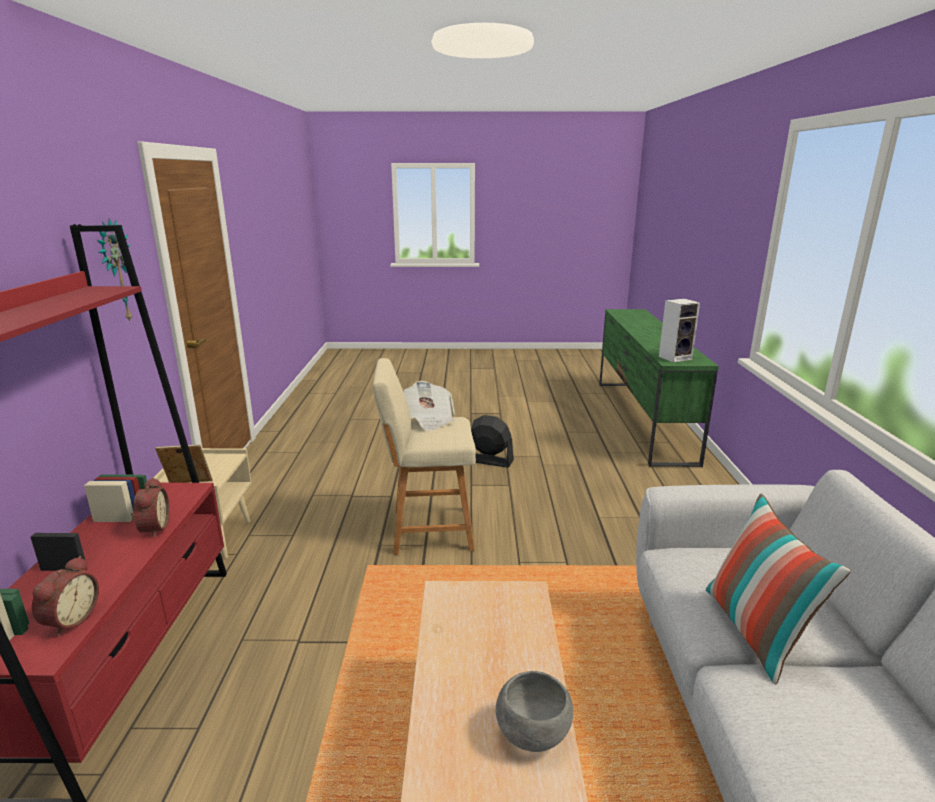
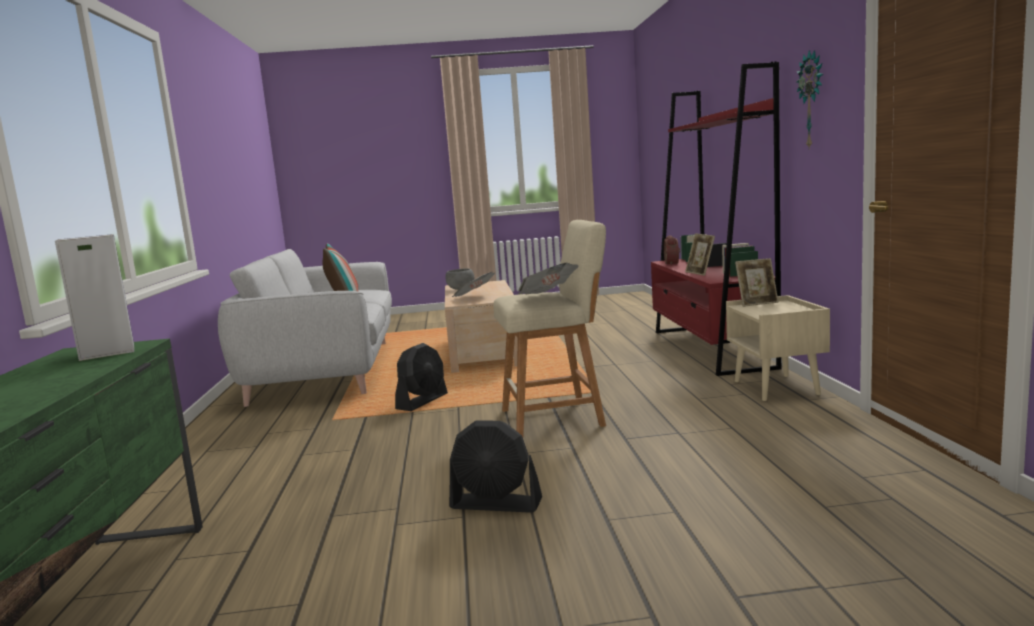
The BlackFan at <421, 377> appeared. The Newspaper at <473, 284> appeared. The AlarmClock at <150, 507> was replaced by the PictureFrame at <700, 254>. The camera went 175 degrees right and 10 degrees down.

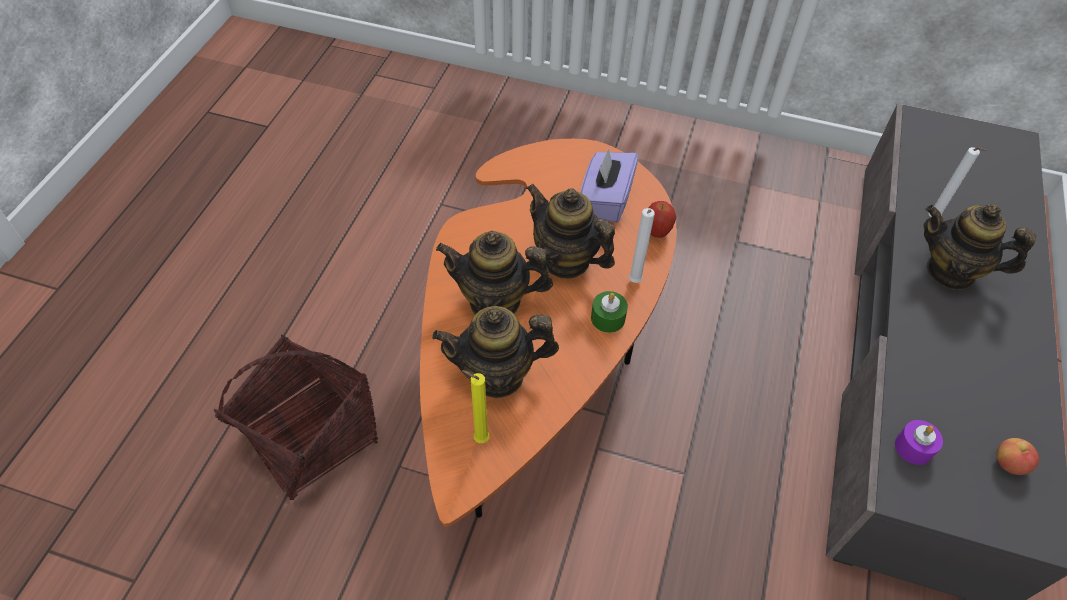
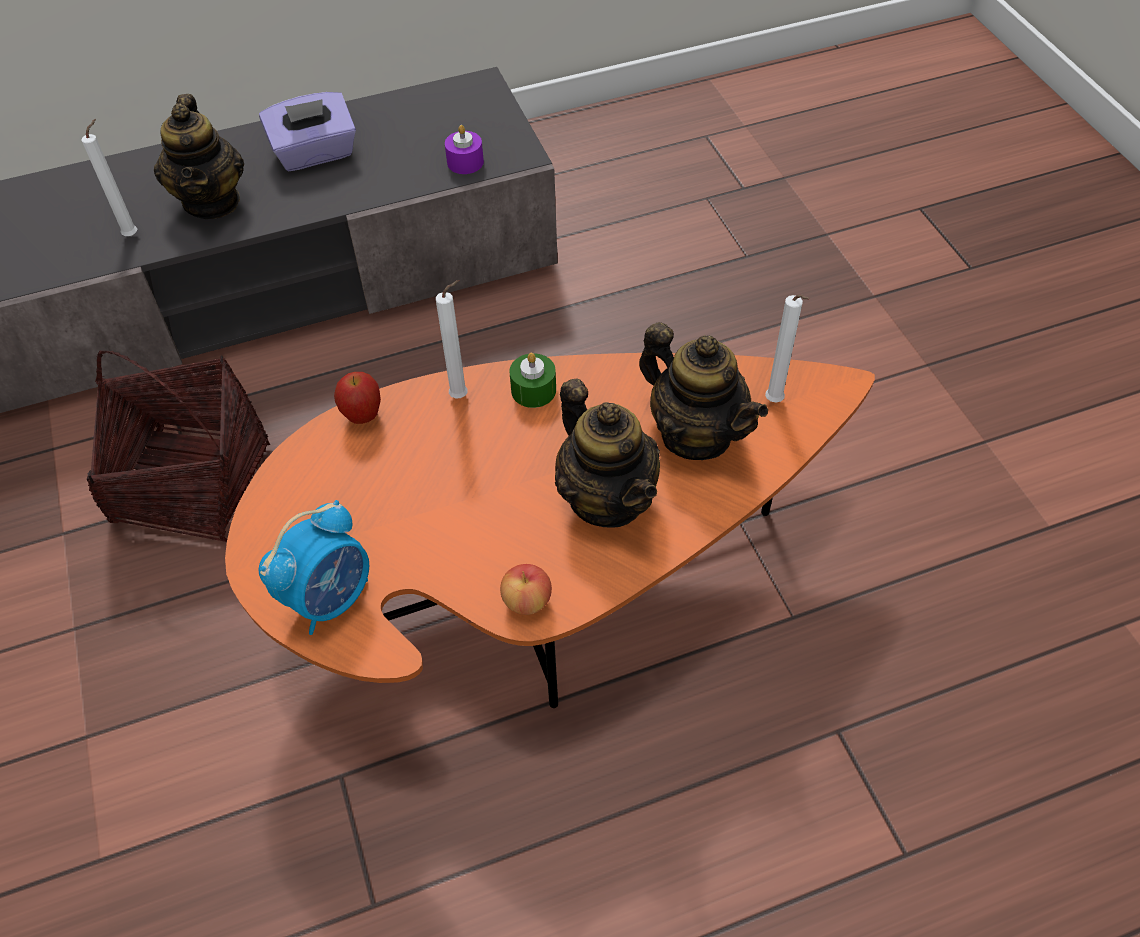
The Basket moved from <296, 417> to <178, 446>. The PurpleTissueBox moved from <609, 185> to <307, 131>. The AlarmClock at <314, 567> appeared. The Apple moved from <1017, 456> to <526, 589>. The YellowCandle at <475, 406> became the WhiteCandle at <787, 348>. The Teapot at <570, 231> disappeared. The camera went 125 degrees left and 0 degrees up.

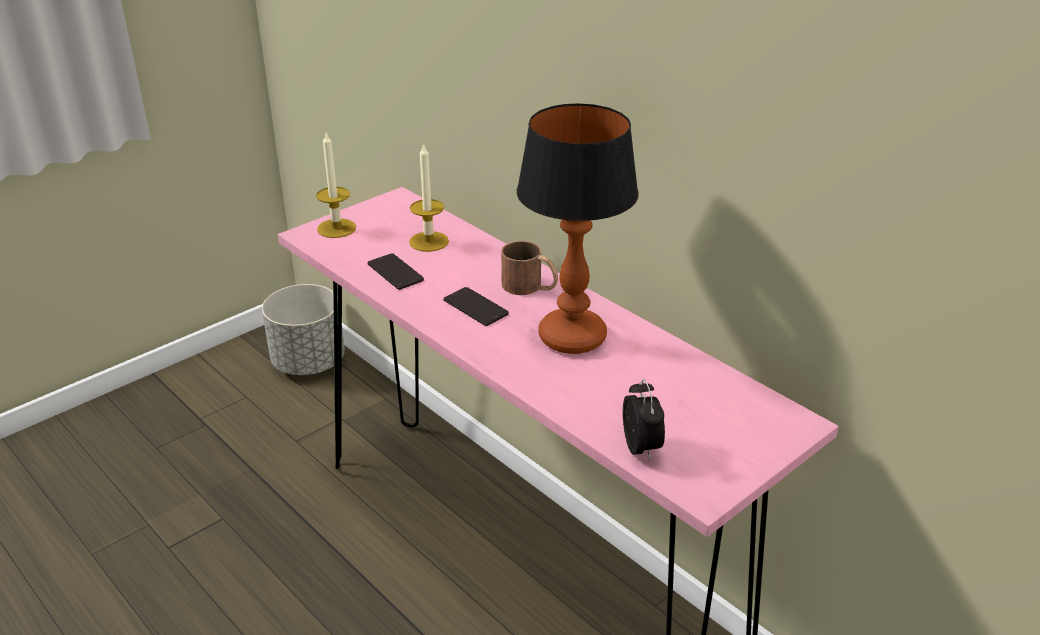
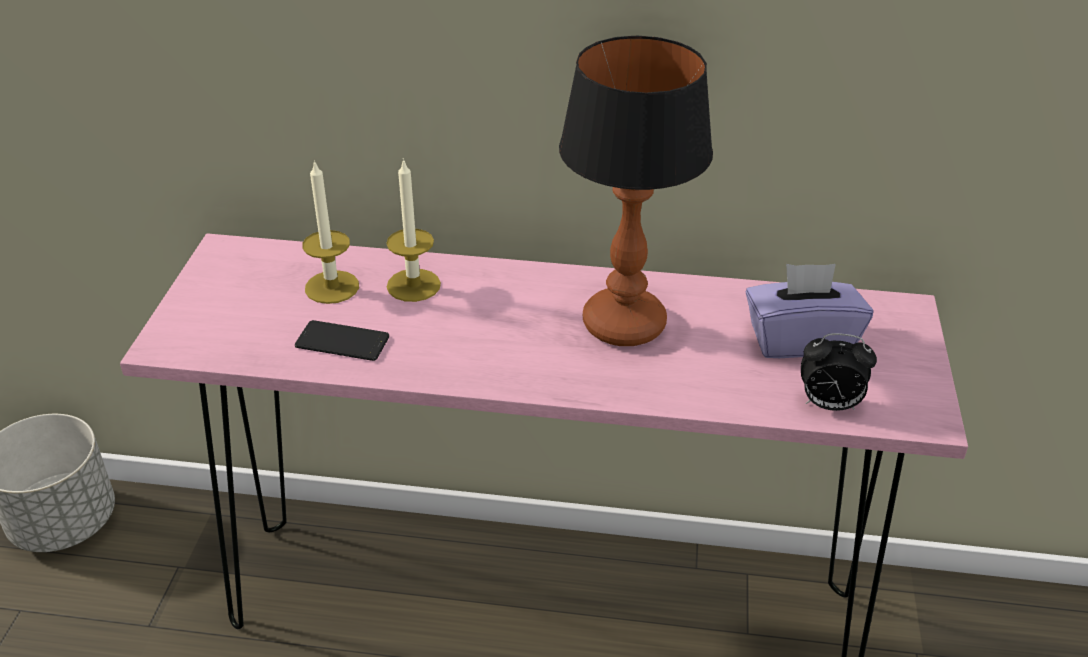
The Candle moved from <336, 185> to <413, 230>. The PurpleTissueBox at <809, 311> appeared. The AlarmClock at <644, 420> turned 150 degrees clockwise. The Phone at <476, 306> disappeared. The BrownMug at <529, 268> disappeared. The camera went 40 degrees left and 5 degrees up.

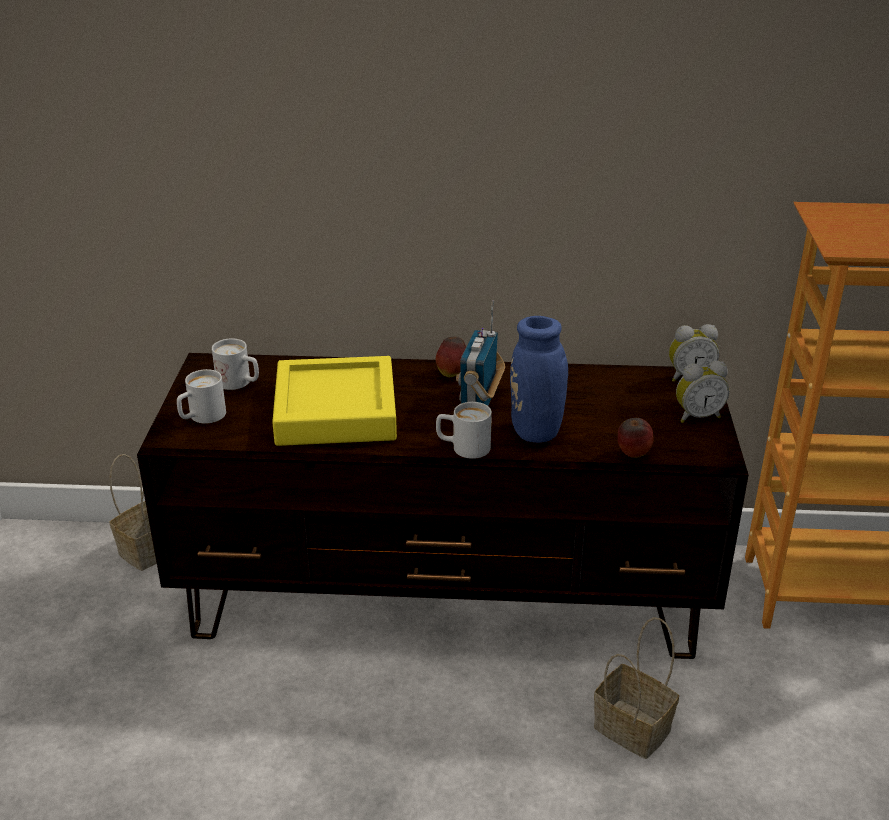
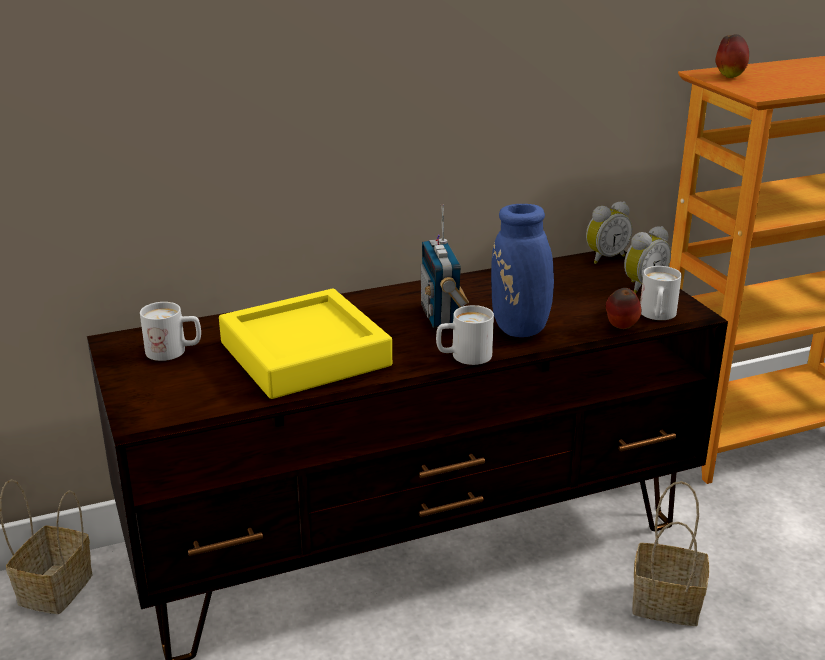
The WhiteMug moved from <201, 396> to <661, 293>. The Apple moved from <451, 357> to <732, 56>. The camera went 25 degrees left and 5 degrees down.

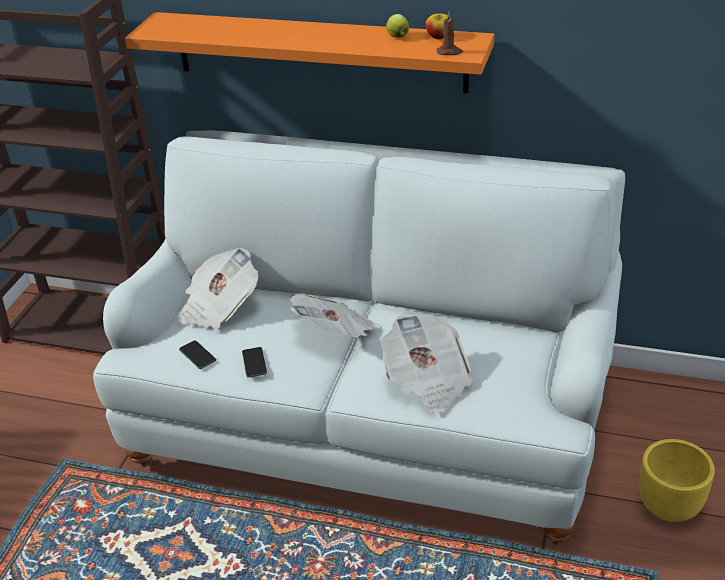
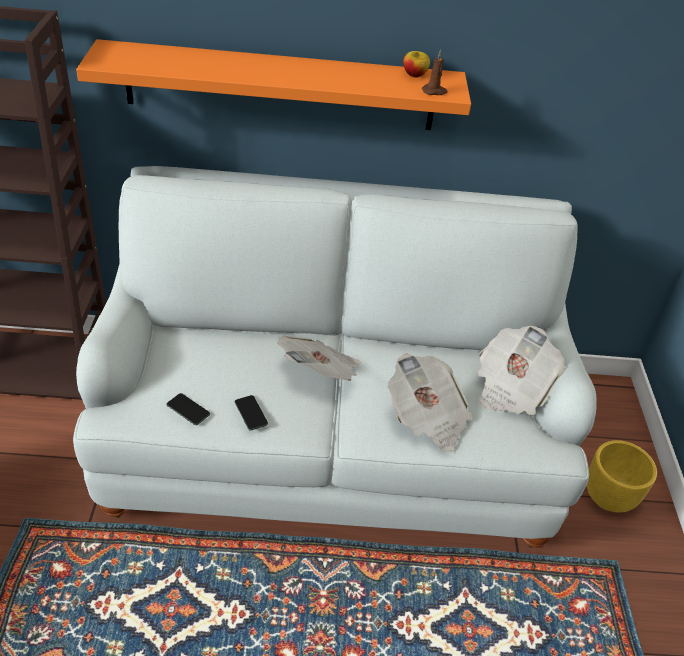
The Newspaper moved from <218, 288> to <521, 370>. The Apple at <397, 26> disappeared. The camera went 20 degrees left and 5 degrees up.

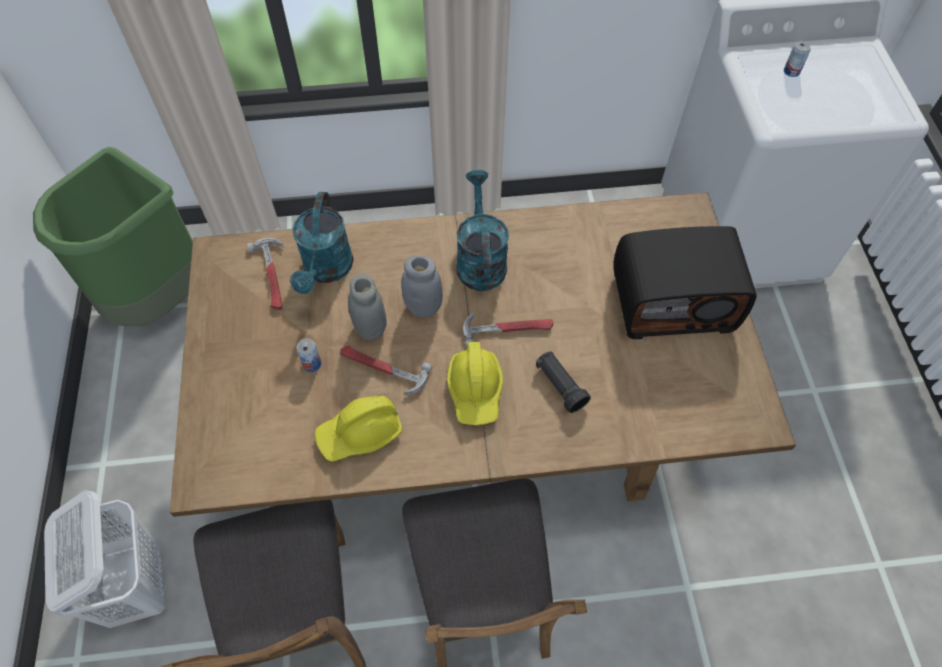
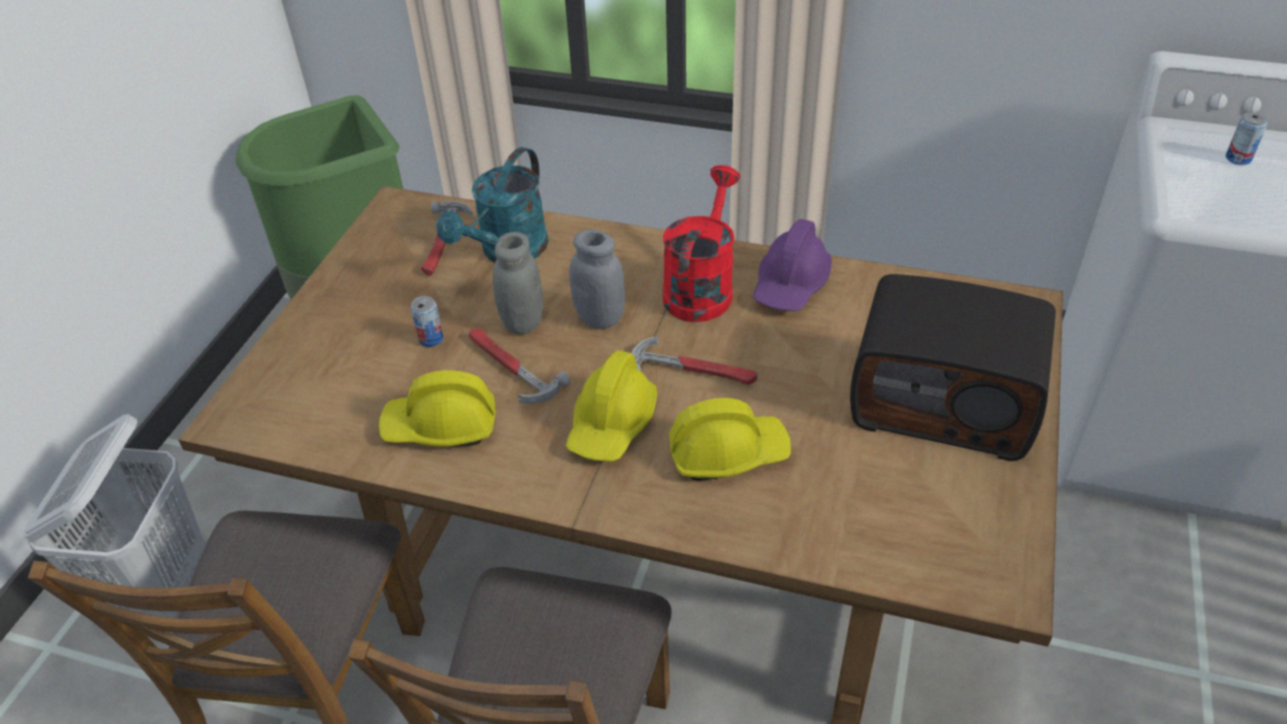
The TurquoiseWateringCan at <483, 230> became the RedWateringCan at <701, 243>. The BlackFlashlight at <563, 382> was replaced by the YellowHardHat at <730, 439>. The PurpleHardHat at <792, 265> appeared. The camera went 25 degrees right and 15 degrees down.

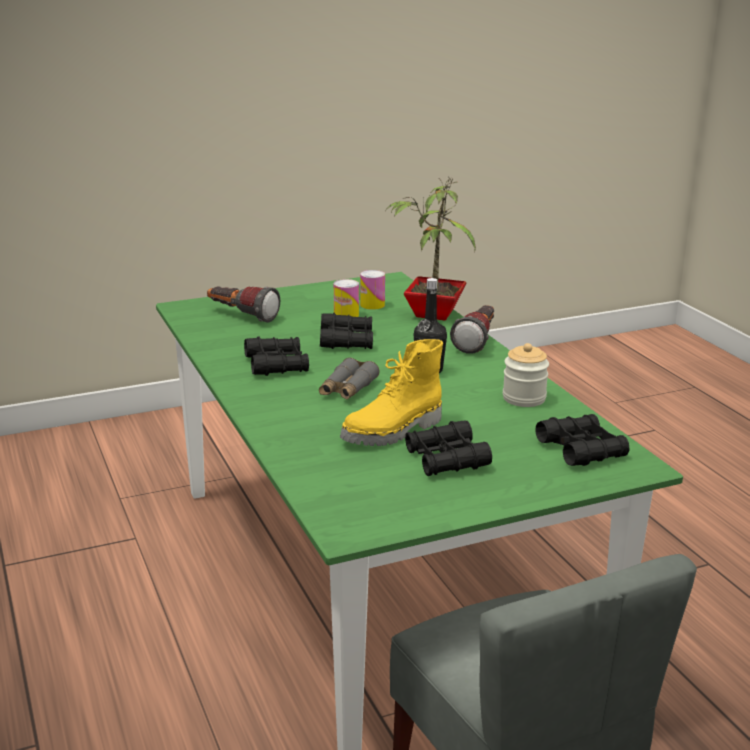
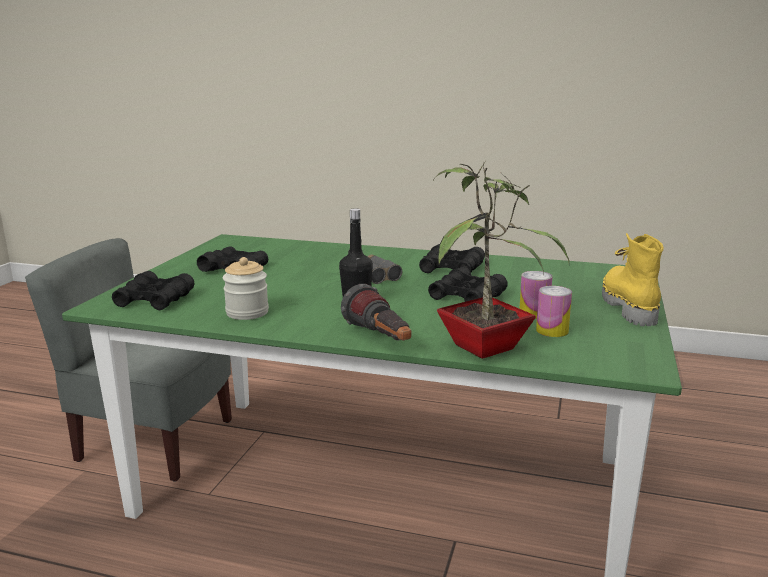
The YellowBoot moved from <391, 392> to <633, 279>. The Flashlight at <243, 304> disappeared. The camera went 130 degrees right and 5 degrees down.

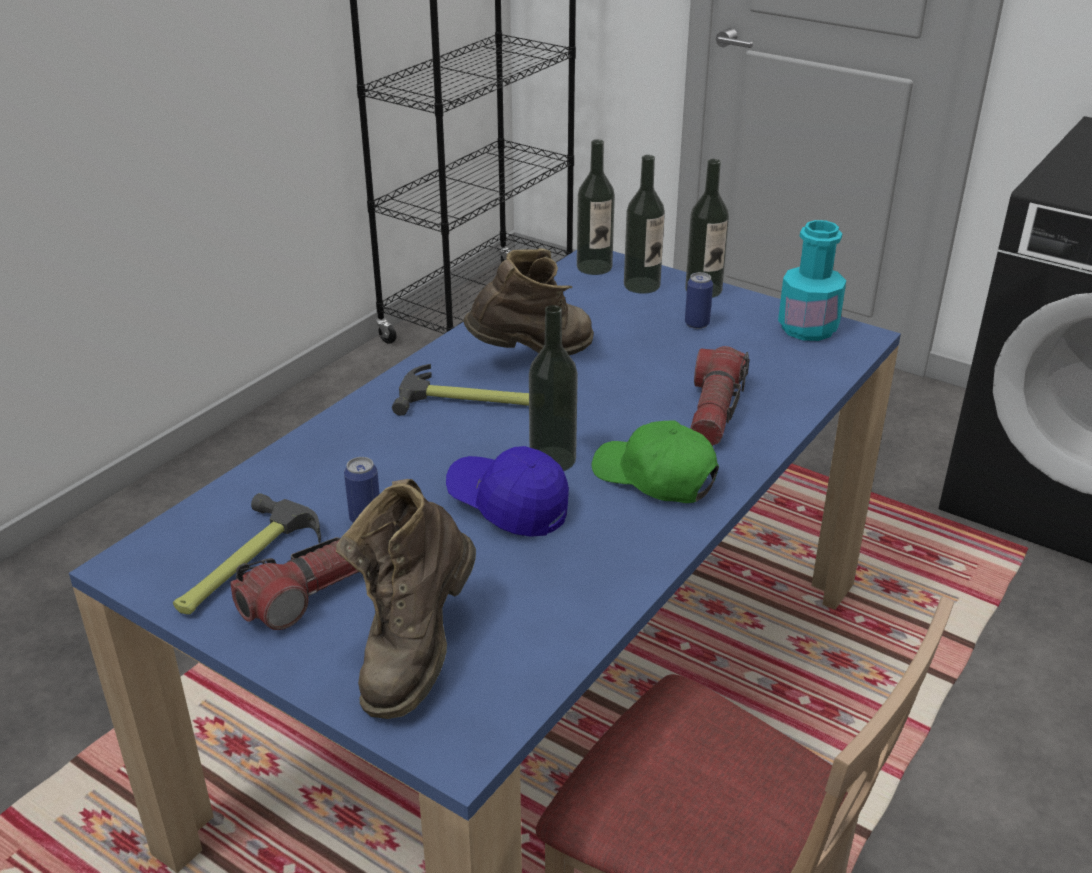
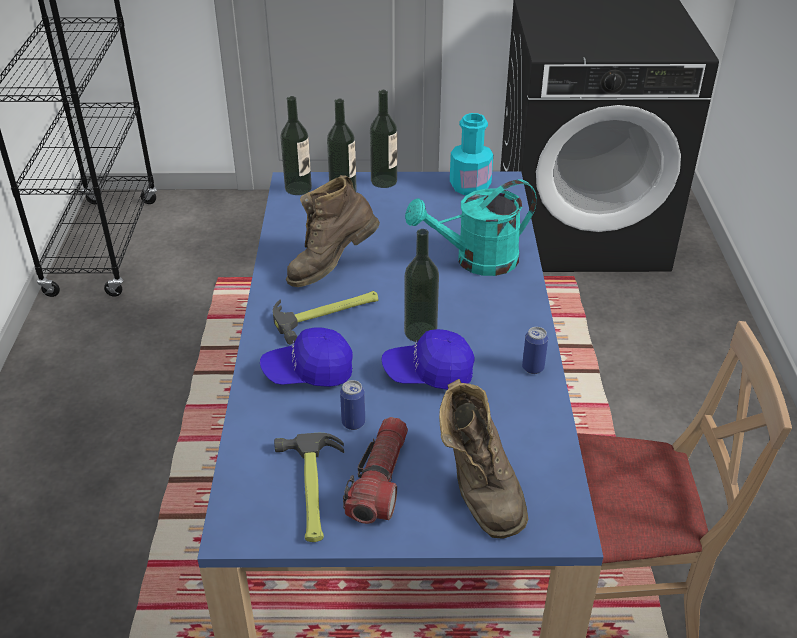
The BlueCap at <306, 357> appeared. The BrownBoot at <528, 301> turned 150 degrees counterclockwise. The Flashlight at <720, 396> was replaced by the TurquoiseWateringCan at <471, 228>. The Can moved from <699, 300> to <535, 350>. The GreenCap at <655, 462> disappeared. The camera went 35 degrees left and 5 degrees up.

